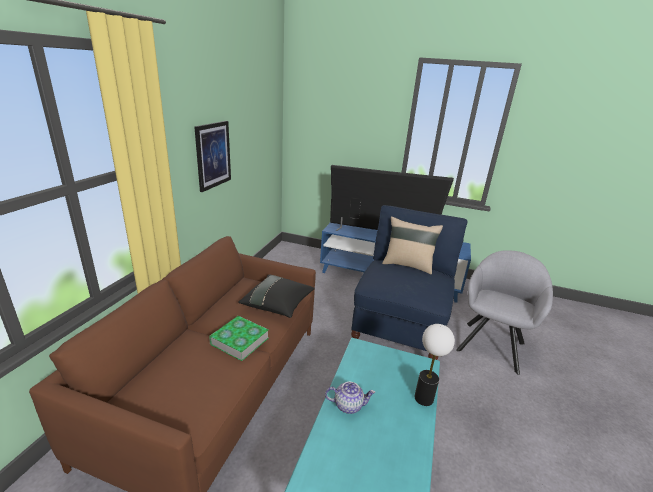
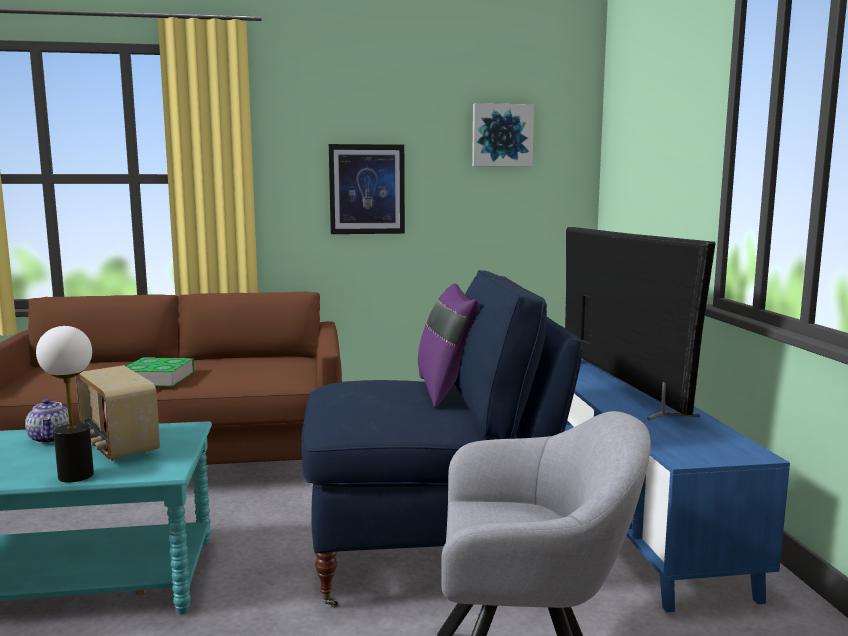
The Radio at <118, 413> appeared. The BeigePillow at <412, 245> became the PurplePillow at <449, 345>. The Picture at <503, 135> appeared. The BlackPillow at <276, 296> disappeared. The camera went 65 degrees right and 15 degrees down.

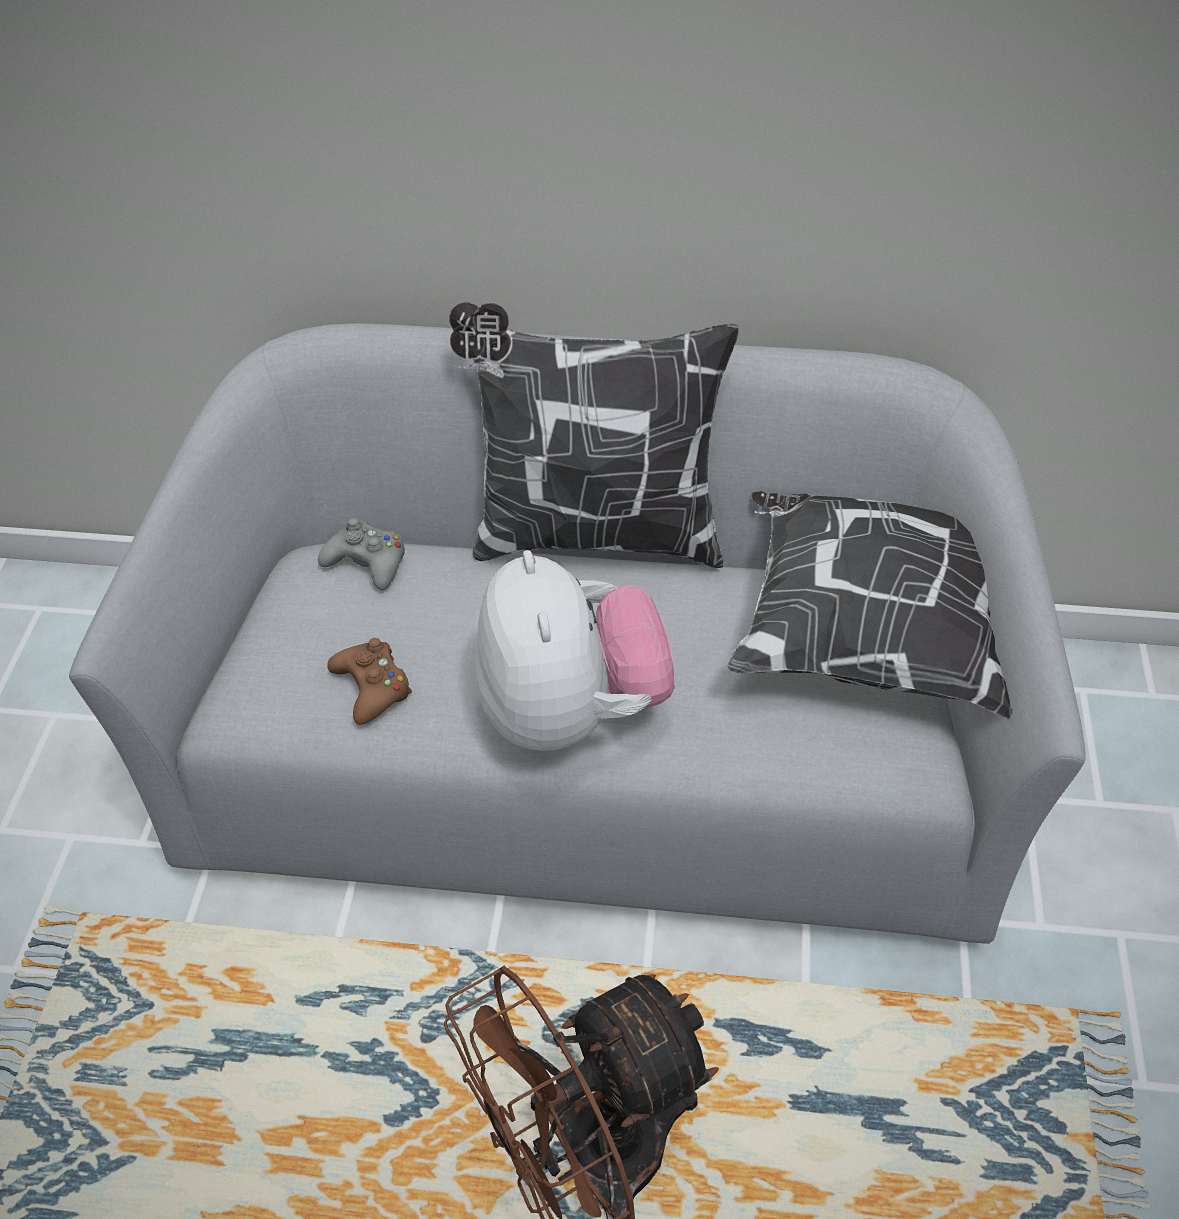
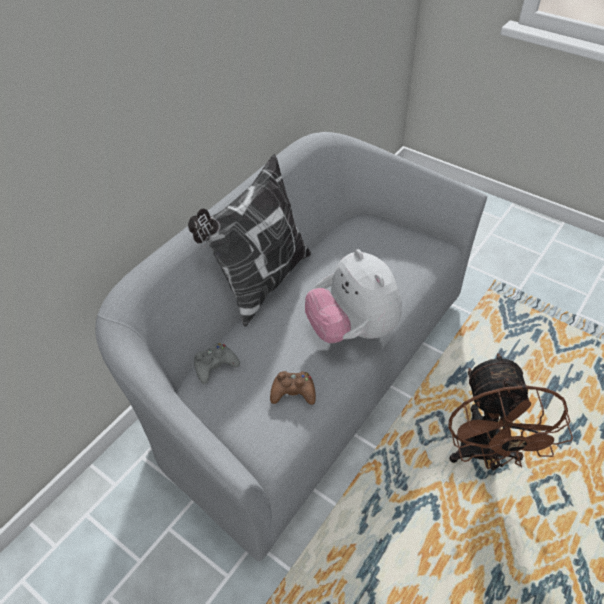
The PlushToy at <575, 650> turned 135 degrees counterclockwise. The Pillow at <870, 605> disappeared. The camera went 60 degrees left and 0 degrees up.

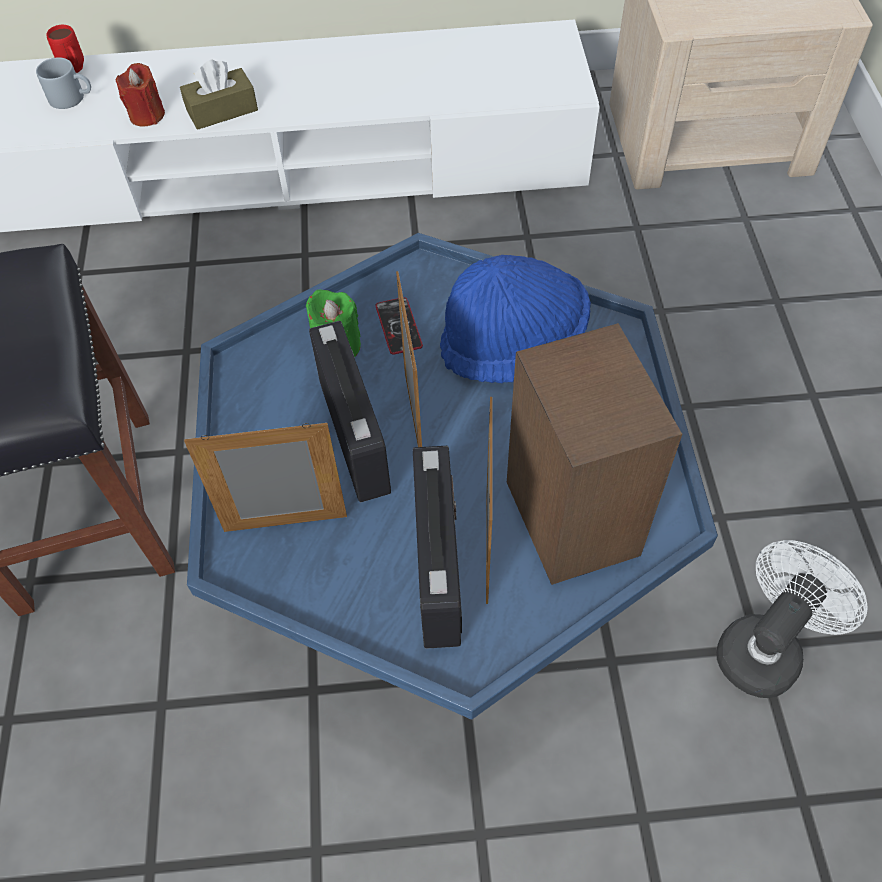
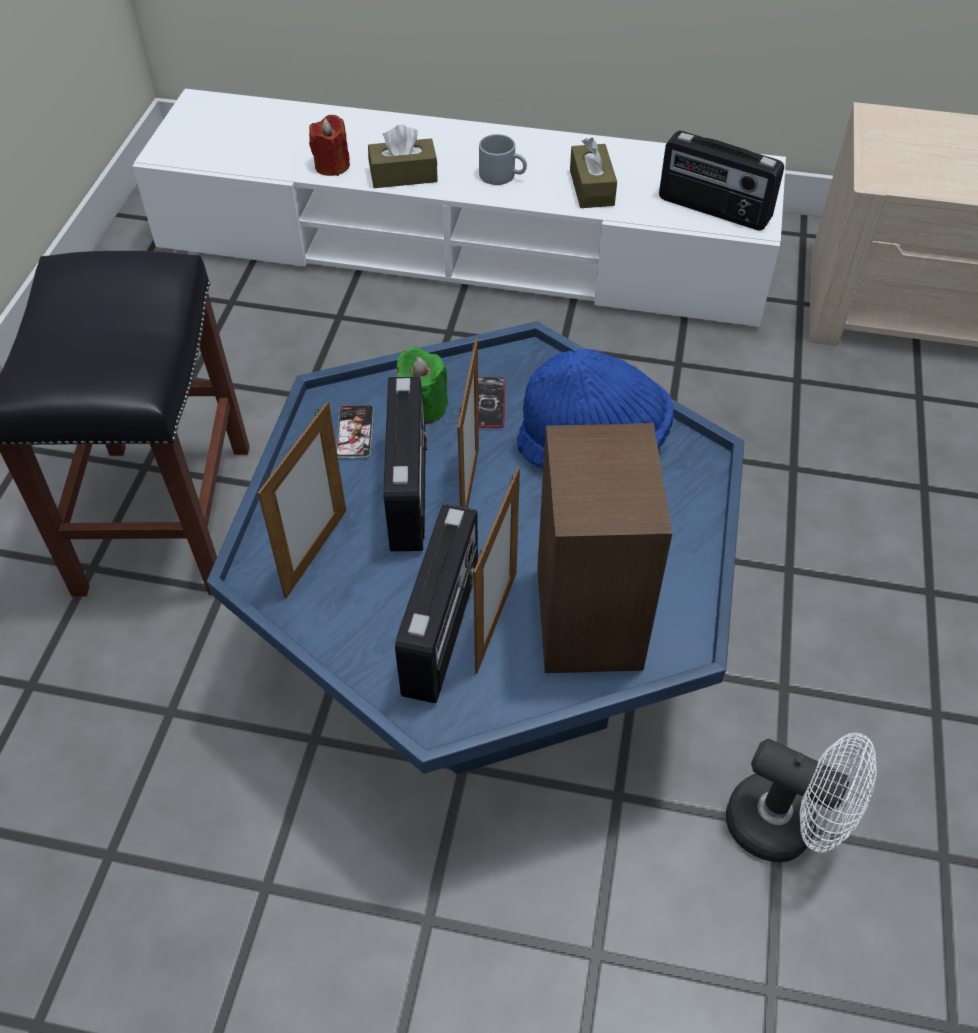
The PictureFrame at <265, 477> turned 105 degrees clockwise. The Phone at <355, 432> appeared. The GreyMug moved from <63, 83> to <503, 159>. The BrownTissueBox at <593, 173> appeared. The Radio at <721, 181> appeared. The WhiteFan at <792, 619> turned 60 degrees clockwise. The RedMug at <65, 49> disappeared. The camera went 15 degrees right and 5 degrees down.

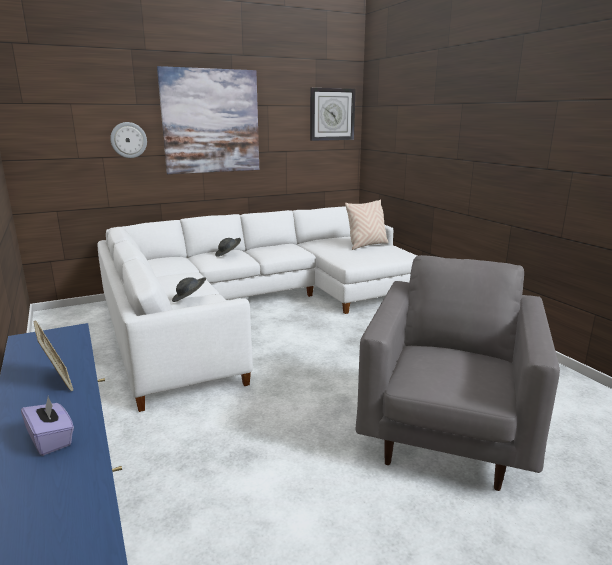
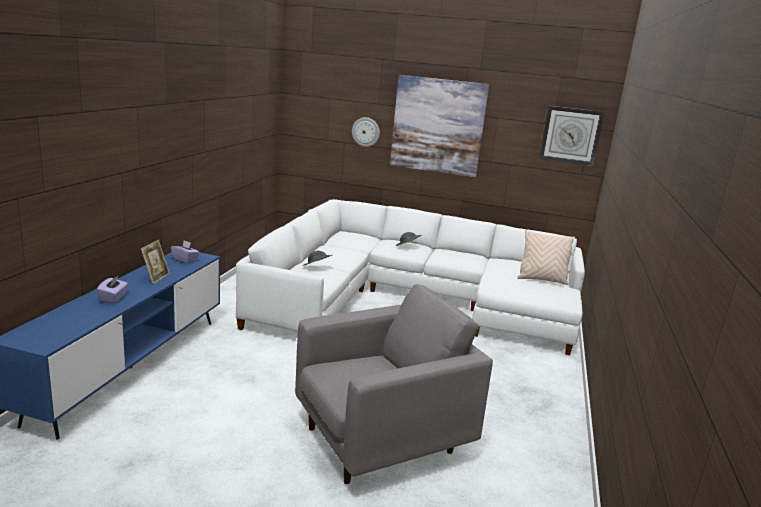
The PurpleTissueBox at <185, 252> appeared. The camera went 40 degrees right and 0 degrees up.

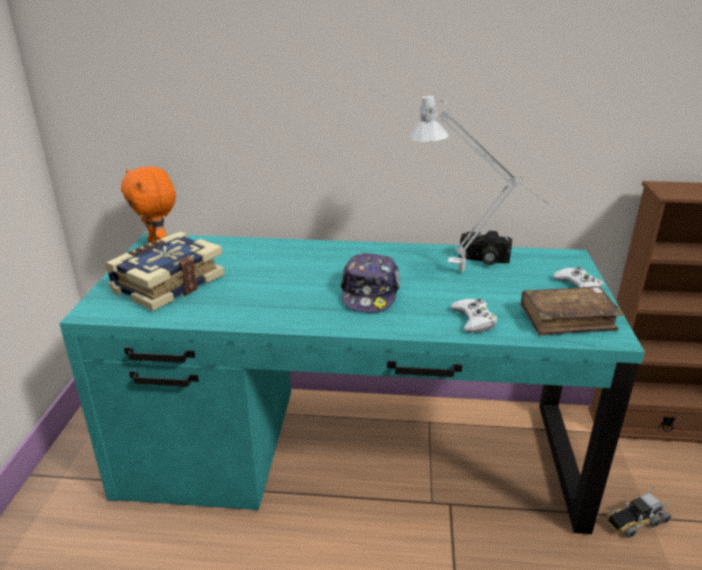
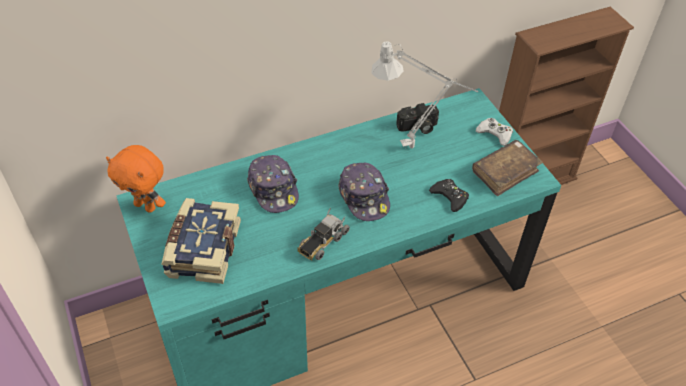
The Cap at <273, 184> appeared. The ToyTruck moved from <638, 512> to <323, 234>. The WhiteGameController at <474, 315> became the BlackGameController at <449, 195>. The camera went 30 degrees left and 20 degrees up.

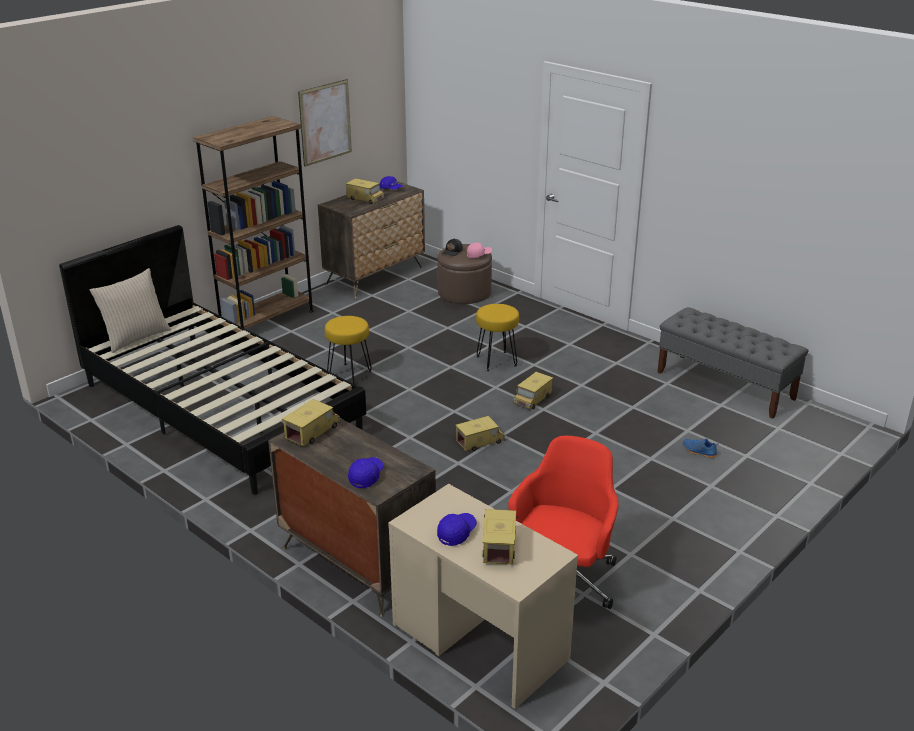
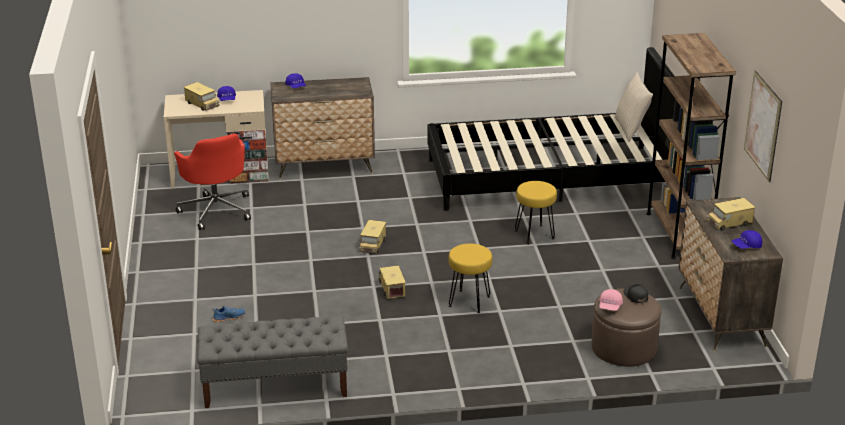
The ToyTruck at <311, 423> disappeared. The camera went 130 degrees right and 0 degrees up.

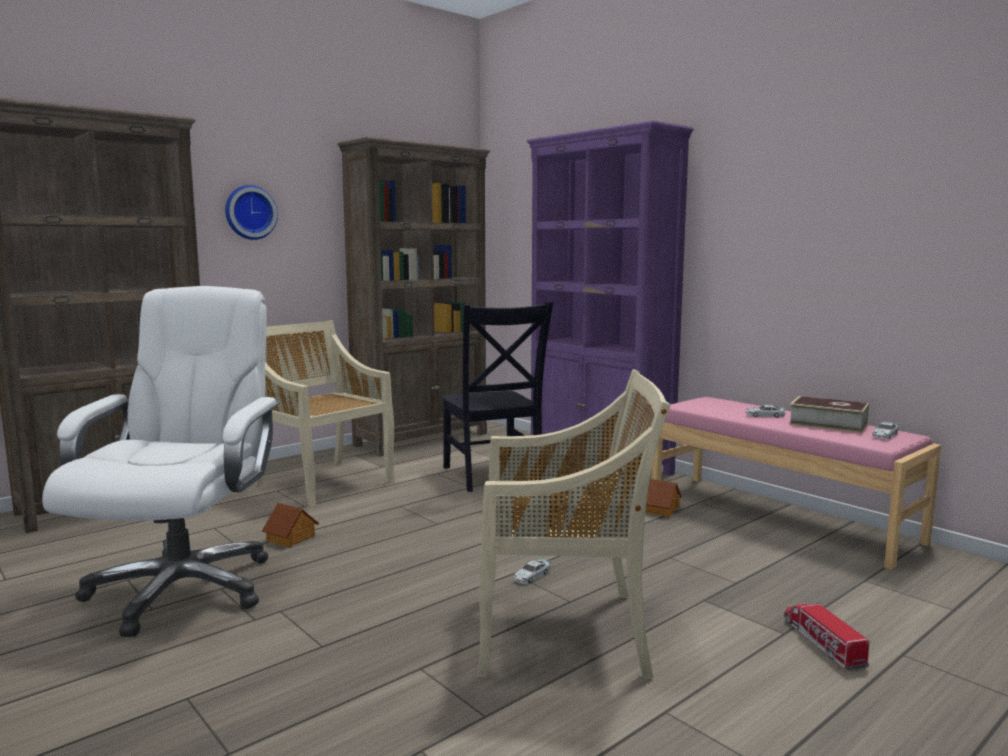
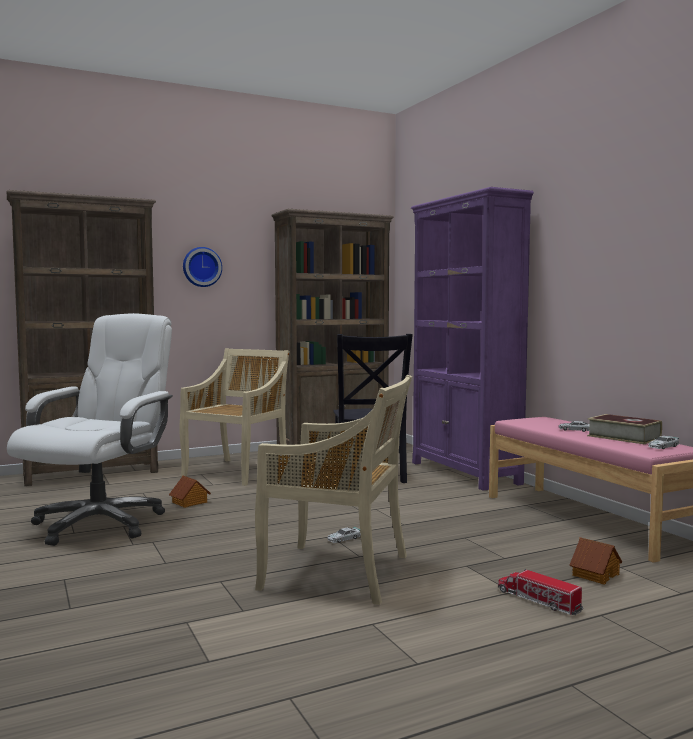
The BeigeChair at <324, 414> turned 60 degrees clockwise. The ToyTruck at <826, 636> turned 45 degrees counterclockwise. The ToyHouse moved from <664, 498> to <596, 561>. The camera went 15 degrees right and 5 degrees down.

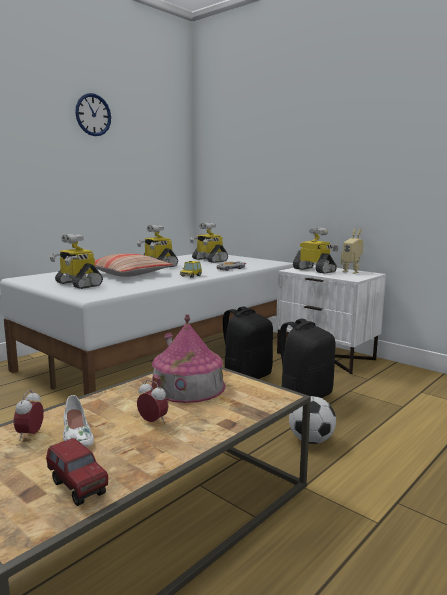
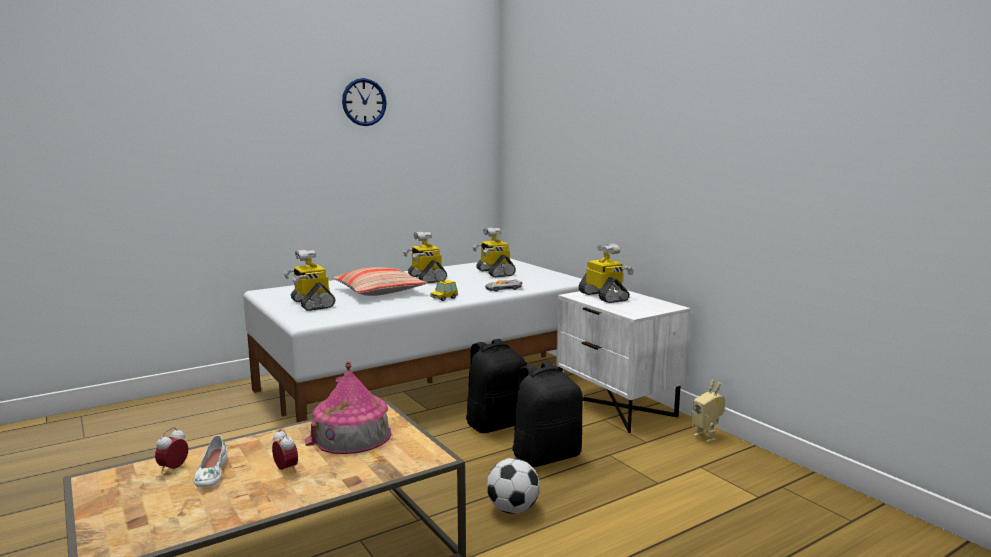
The ToyRobot moved from <352, 251> to <708, 411>. The ToyTruck at <77, 472> disappeared. The camera went 15 degrees right and 0 degrees up.

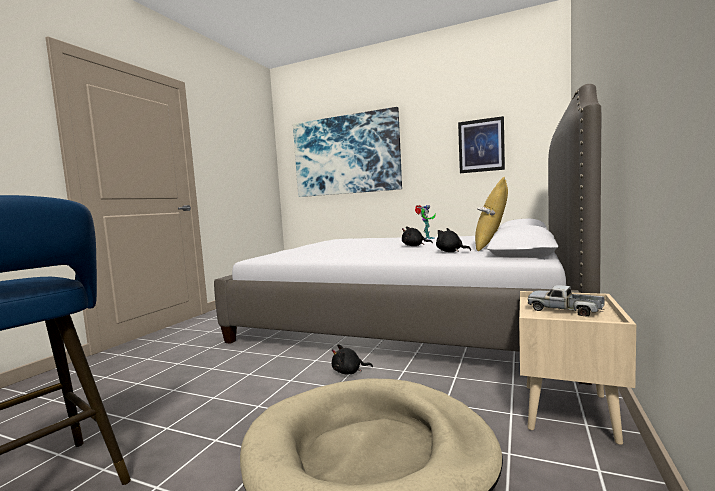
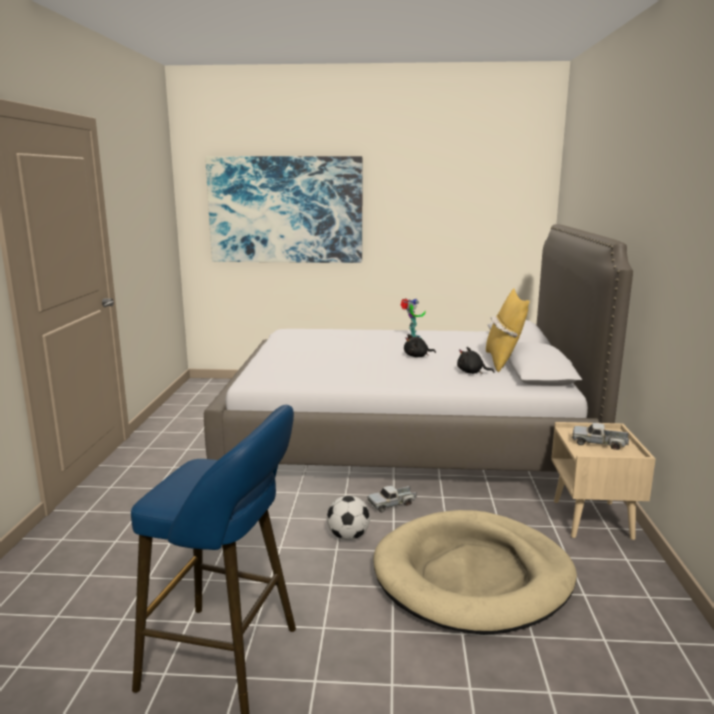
The Football at <348, 517> appeared. The BlackPlushToy at <352, 359> was replaced by the ToyTruck at <392, 499>. The Picture at <481, 144> disappeared. The camera went 20 degrees left and 10 degrees up.

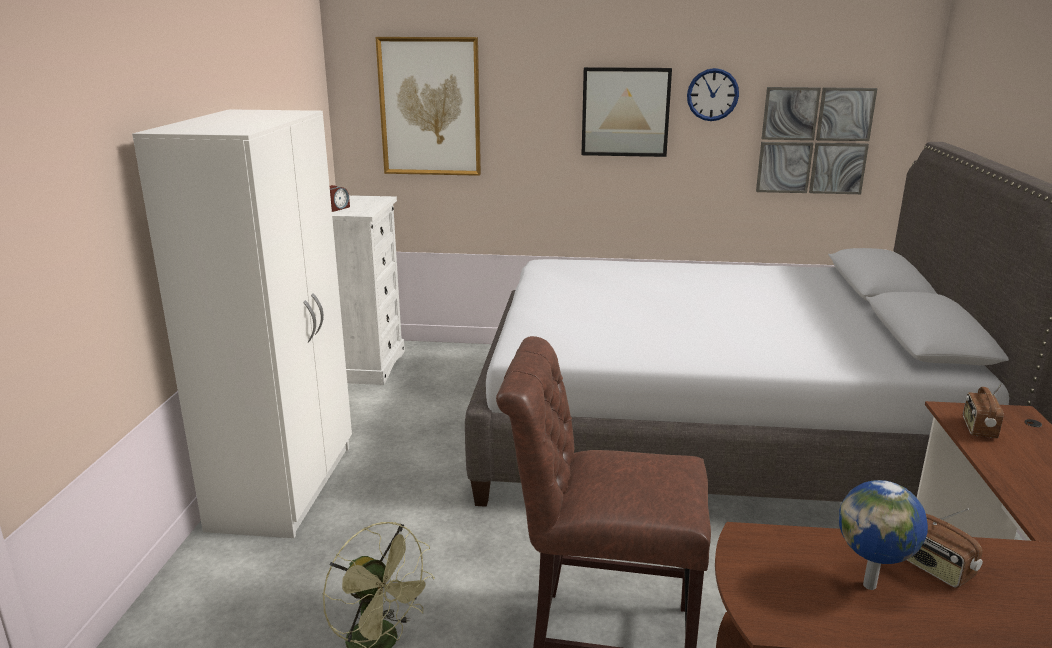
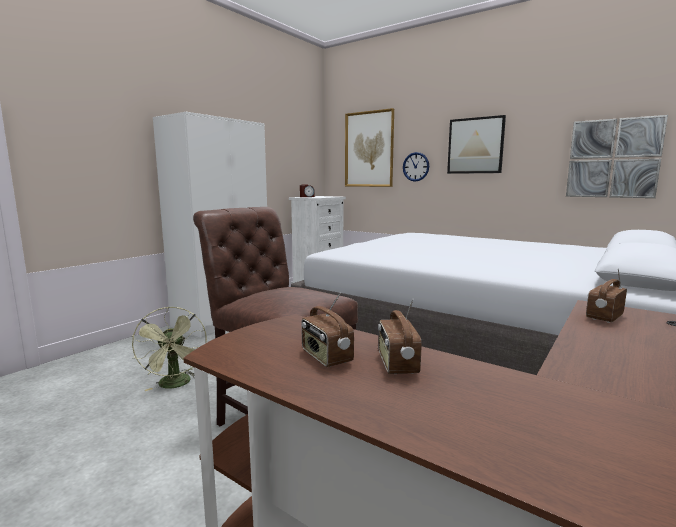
The Globe at <883, 535> was replaced by the Radio at <327, 329>. The WallClock moved from <713, 94> to <416, 167>. The camera went 30 degrees right and 10 degrees down.

